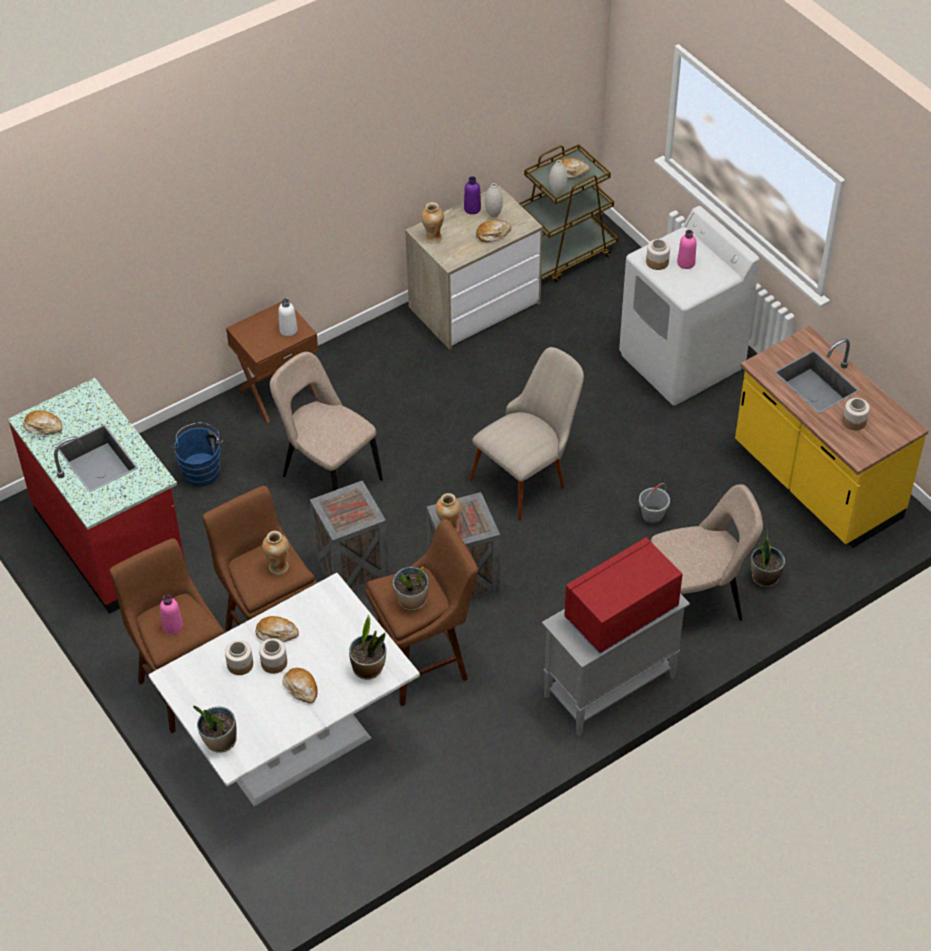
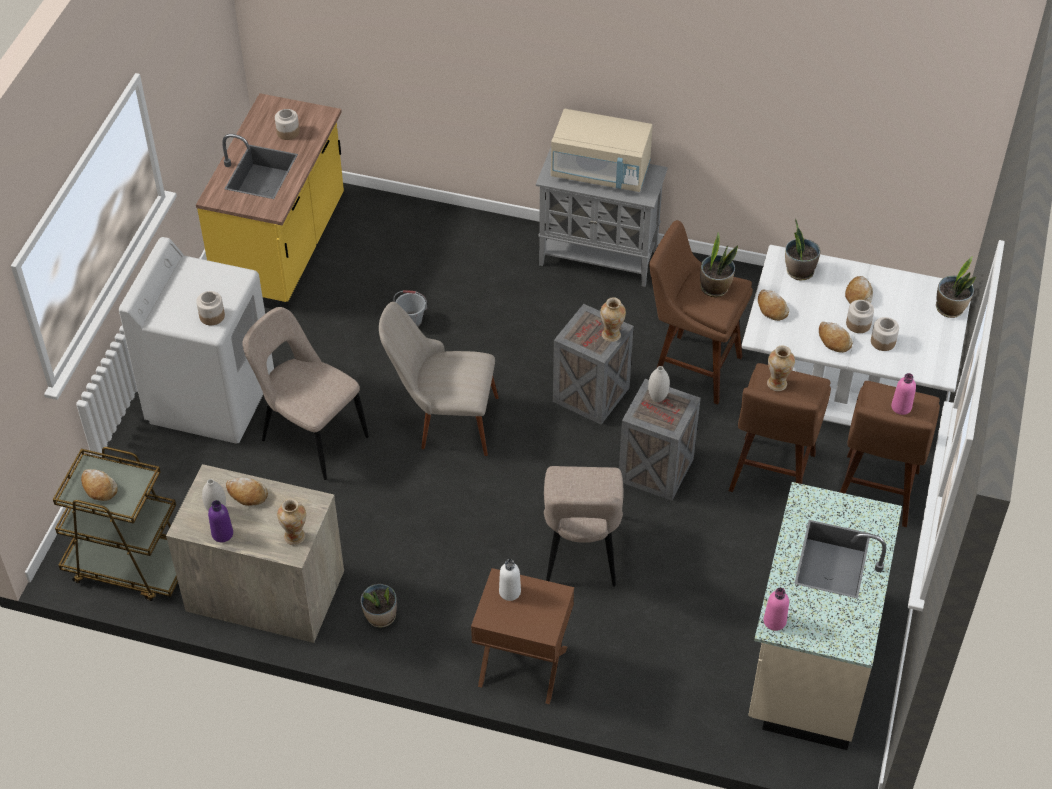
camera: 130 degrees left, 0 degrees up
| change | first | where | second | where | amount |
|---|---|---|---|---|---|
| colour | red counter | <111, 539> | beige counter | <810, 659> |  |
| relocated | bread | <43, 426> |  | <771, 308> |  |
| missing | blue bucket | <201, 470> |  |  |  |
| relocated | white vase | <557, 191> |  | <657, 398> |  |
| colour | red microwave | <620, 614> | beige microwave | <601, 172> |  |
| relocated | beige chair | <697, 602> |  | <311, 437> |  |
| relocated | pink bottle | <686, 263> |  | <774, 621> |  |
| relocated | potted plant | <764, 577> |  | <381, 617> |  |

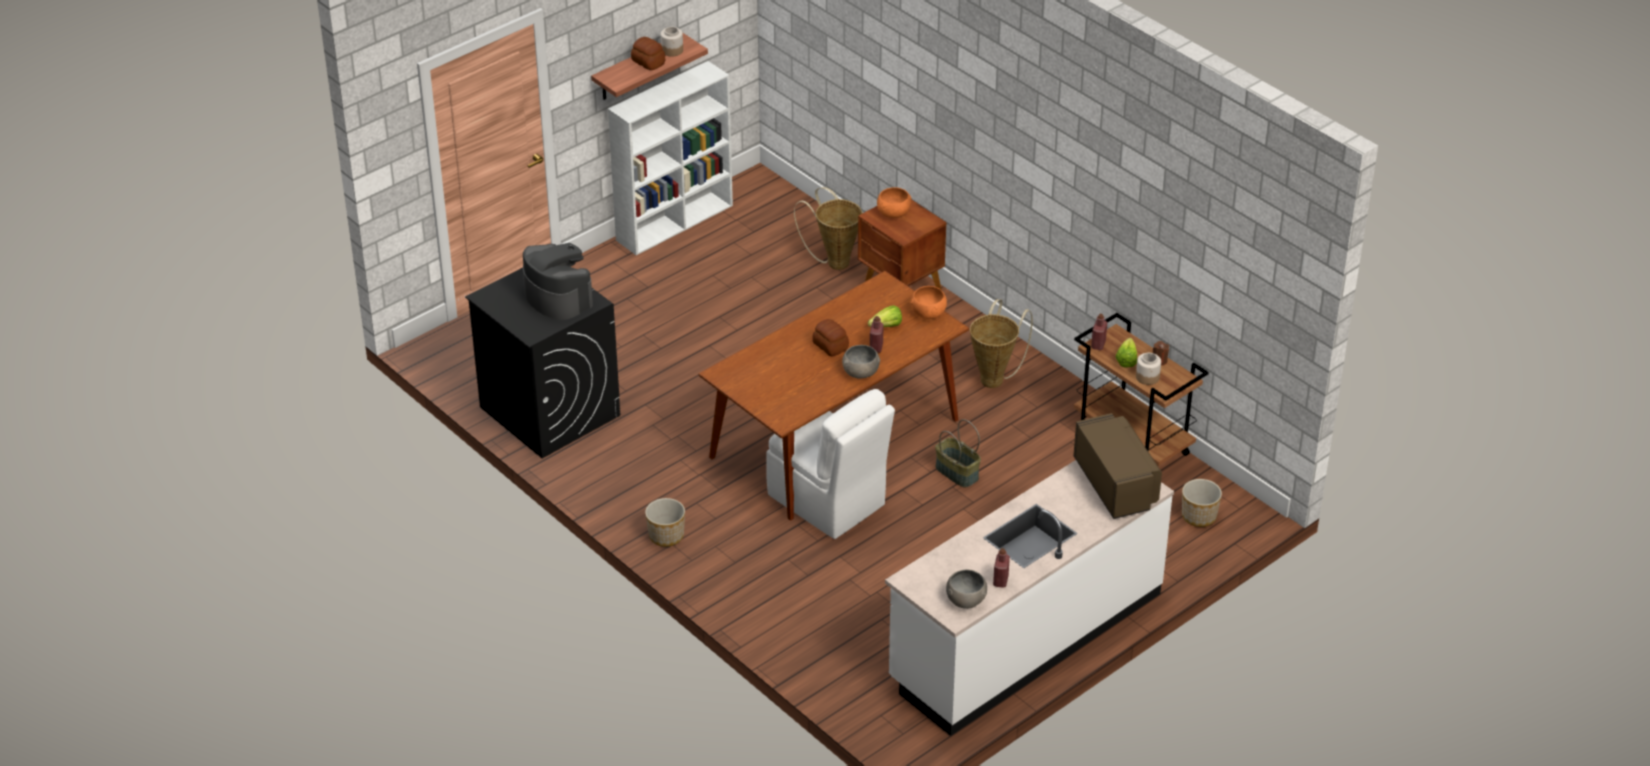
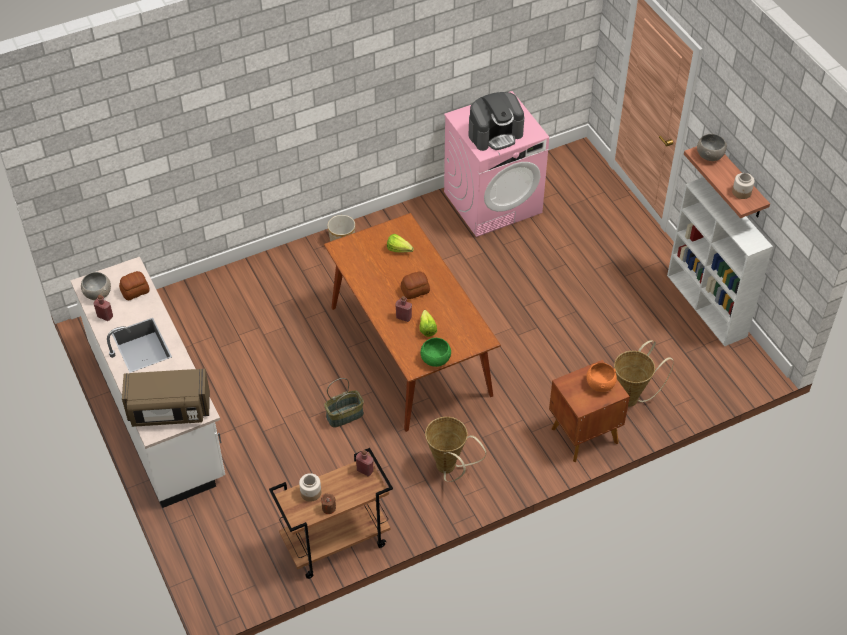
camera: 105 degrees right, 10 degrees up
| change | first | where | second | where | amount |
|---|---|---|---|---|---|
| colour | black washing machine | <549, 411> | pink washing machine | <493, 202> |  |
| relocated | bread | <648, 62> |  | <135, 291> |  |
| missing | white chair | <828, 502> |  |  |  |
| relocated | grey bowl | <861, 372> |  | <709, 155> |  |
| colour | orange bowl | <928, 312> | green bowl | <435, 359> |  |
| relocated | lettuce | <1127, 358> |  | <400, 251> |  |
| missing | planter | <1199, 516> |  |  |  |

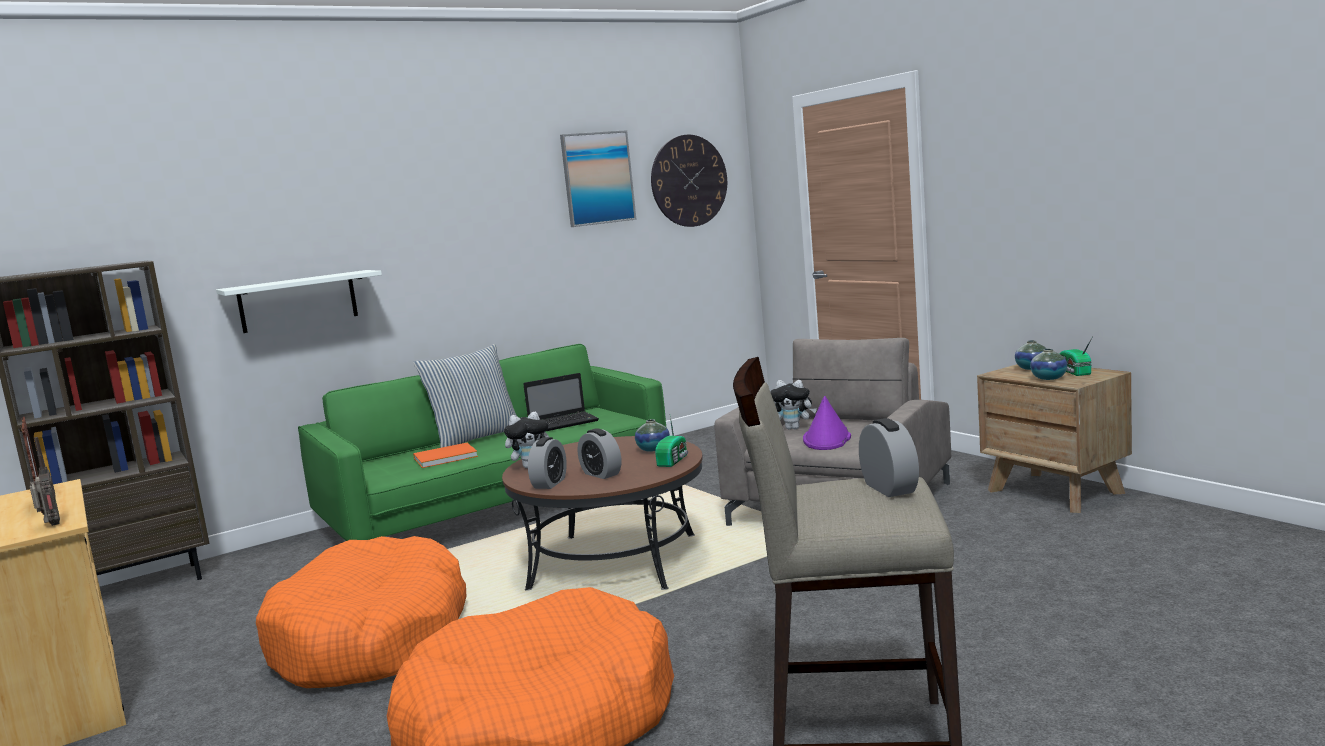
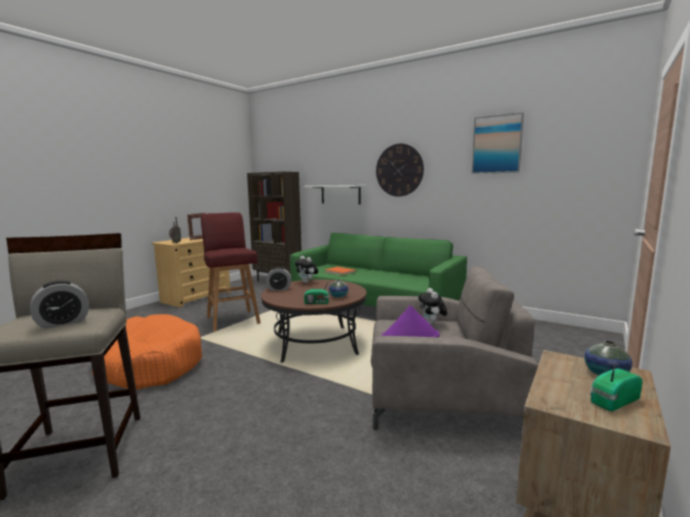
camera: 65 degrees right, 0 degrees up
| change | first | where | second | where | amount |
|---|---|---|---|---|---|
| exchanged | orange dog bed | <371, 639> | red stool | <233, 320> |  |
| missing | pillow | <475, 438> |  |  |  |
| missing | laptop | <564, 423> |  |  |  |
| missing | alarm clock | <601, 474> |  |  |  |
| relocated | wall clock | <689, 181> |  | <399, 170> |  |
| missing | vase | <1048, 378> |  |  |  |

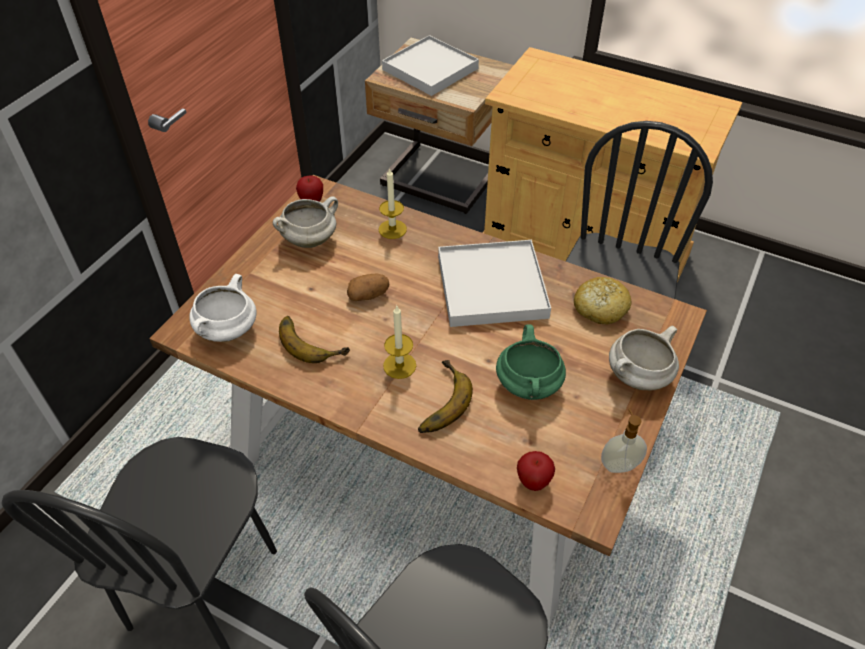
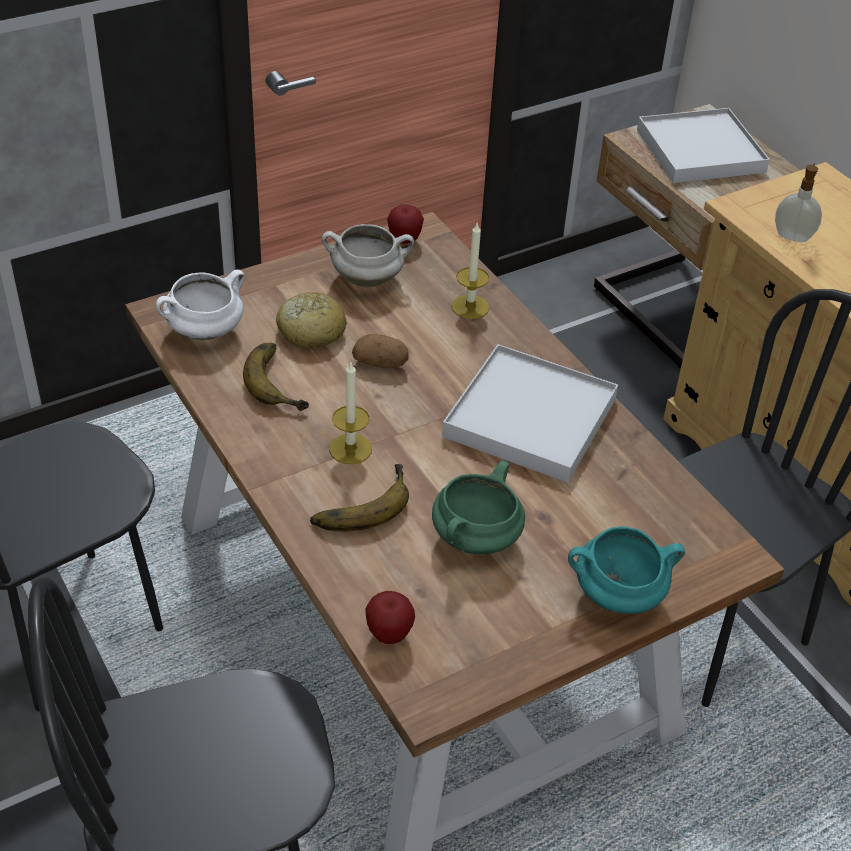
camera: 30 degrees right, 5 degrees down
| change | first | where | second | where | amount |
|---|---|---|---|---|---|
| relocated | bread | <600, 308> |  | <310, 331> |  |
| relocated | soap dispenser | <619, 464> |  | <792, 236> |  |
| colour | white cooking pot | <638, 377> | turquoise cooking pot | <617, 595> |  |

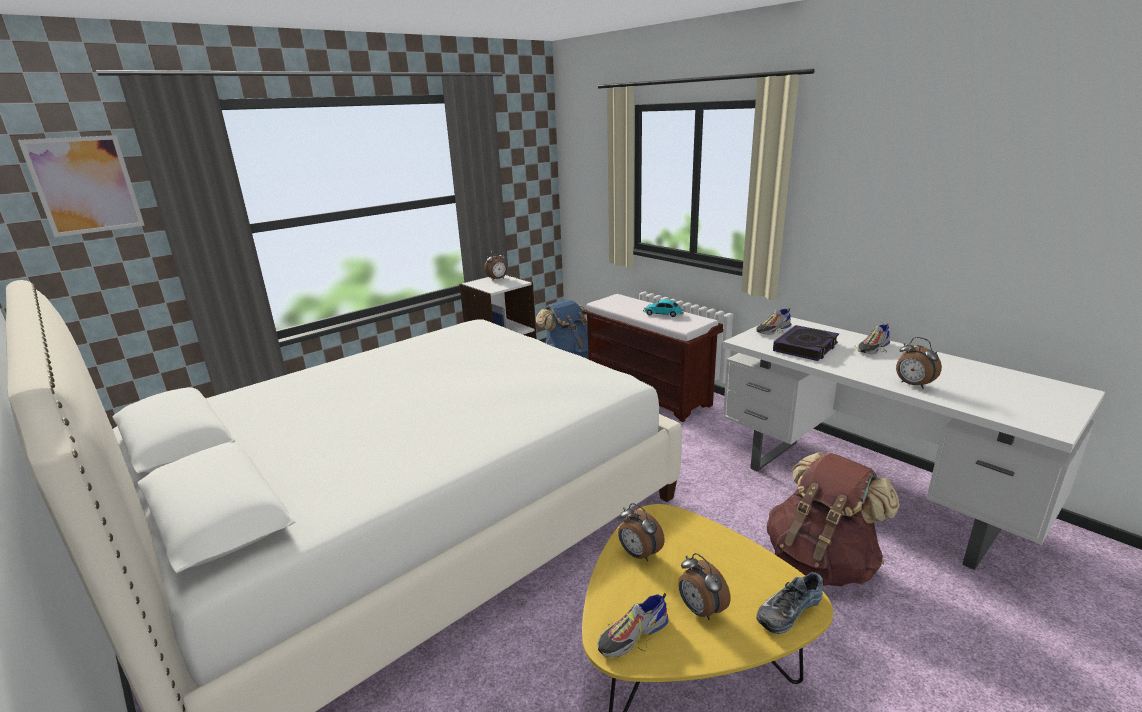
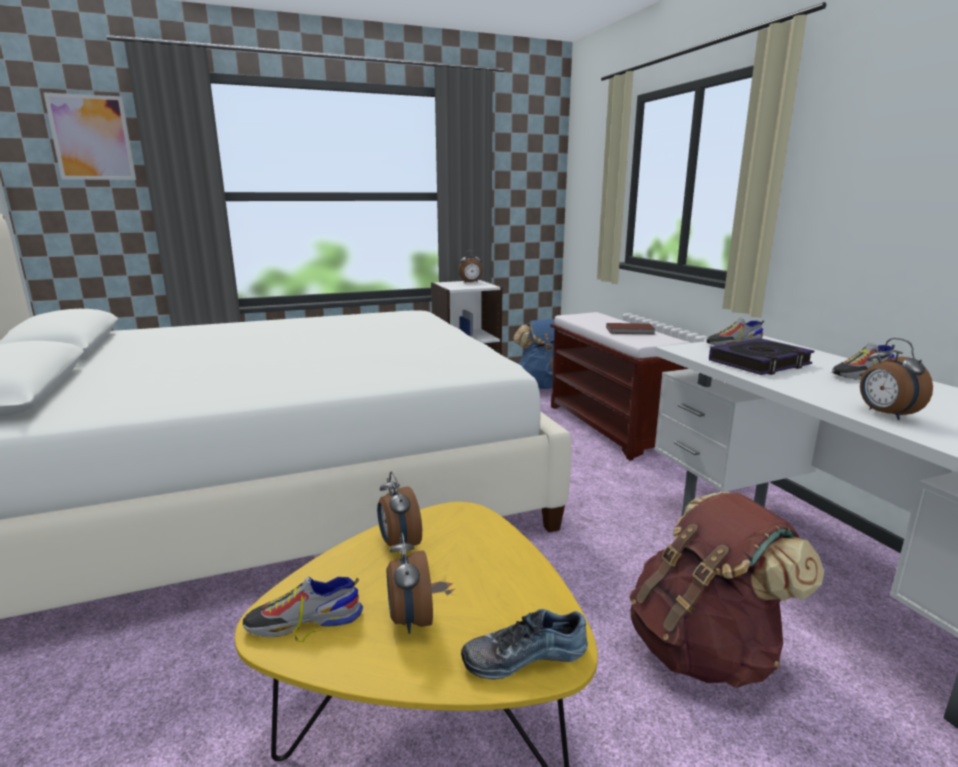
camera: 20 degrees right, 5 degrees down
| change | first | where | second | where | amount |
|---|---|---|---|---|---|
| exchanged | toy car | <664, 314> | brown book | <631, 331> |  |

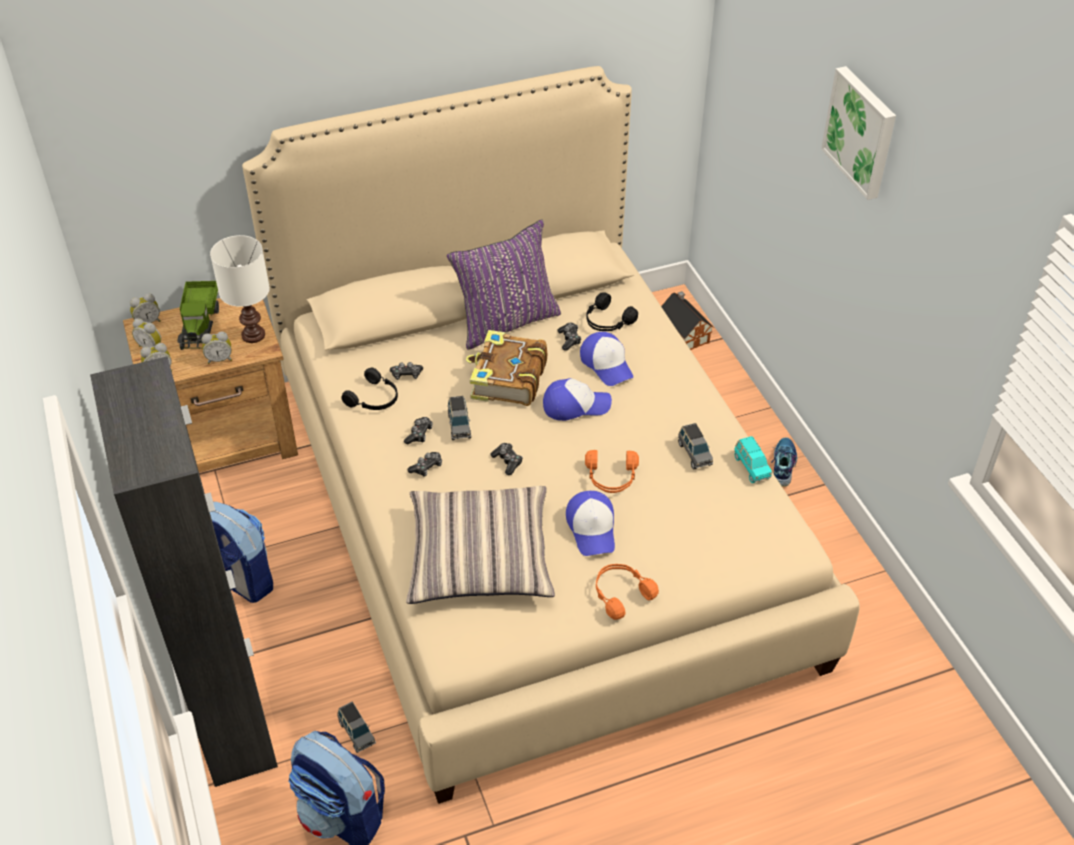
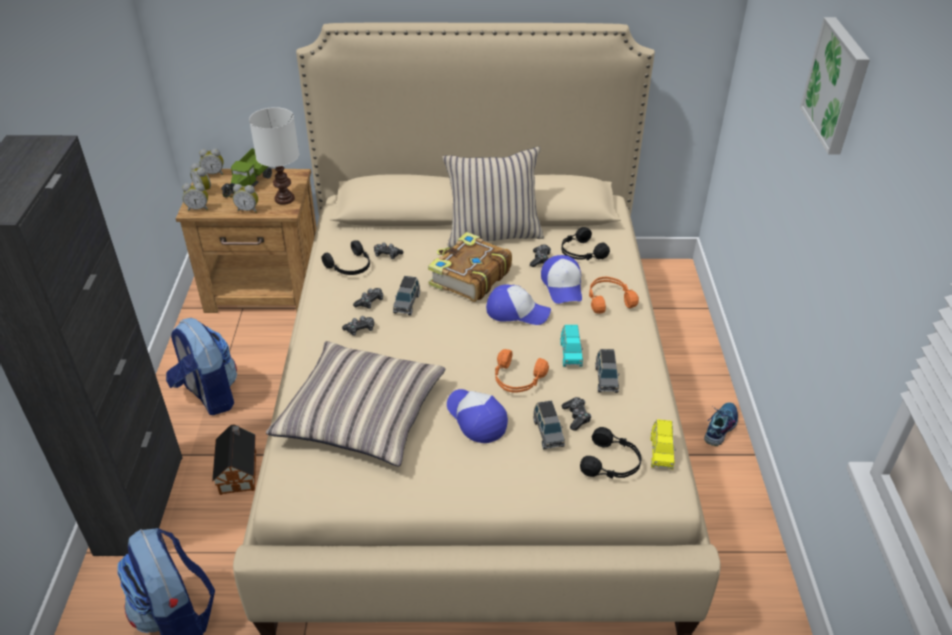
camera: 20 degrees right, 5 degrees down
| change | first | where | second | where | amount |
|---|---|---|---|---|---|
| relocated | grey toy car | <356, 732> |  | <548, 433> |  |
| colour | purple pillow | <506, 322> | beige pillow | <493, 234> |  |
| relocated | game controller | <507, 461> |  | <576, 417> |  |
| spun | cap | <592, 528> |  | <476, 418> | 135 degrees clockwise |
| relocated | orange headphones | <621, 594> |  | <608, 300> |  |
| relocated | toy house | <683, 333> |  | <239, 470> |  |
| relocated | turquoise toy car | <751, 467> |  | <571, 354> |  |
| appeared |  |  | black headphones | <611, 463> |  |
| appeared |  |  | yellow toy car | <661, 452> |  |

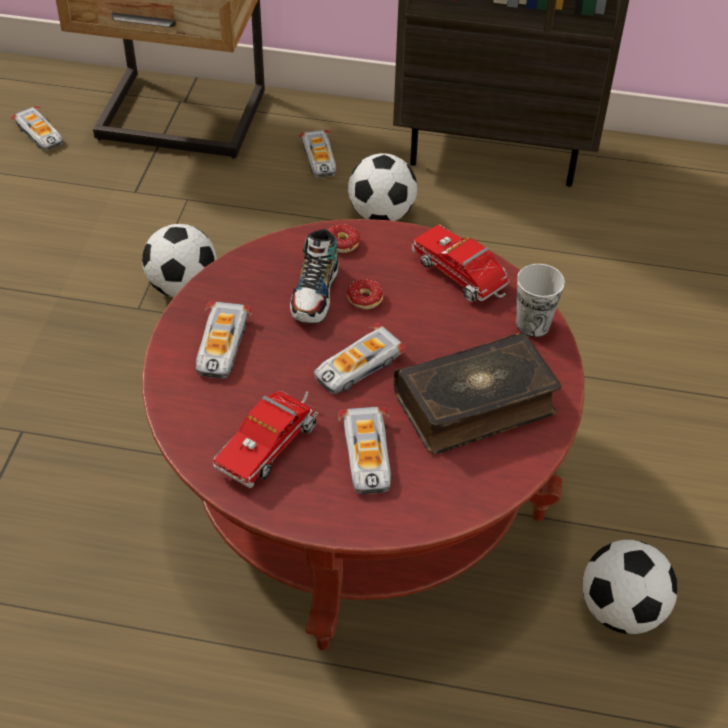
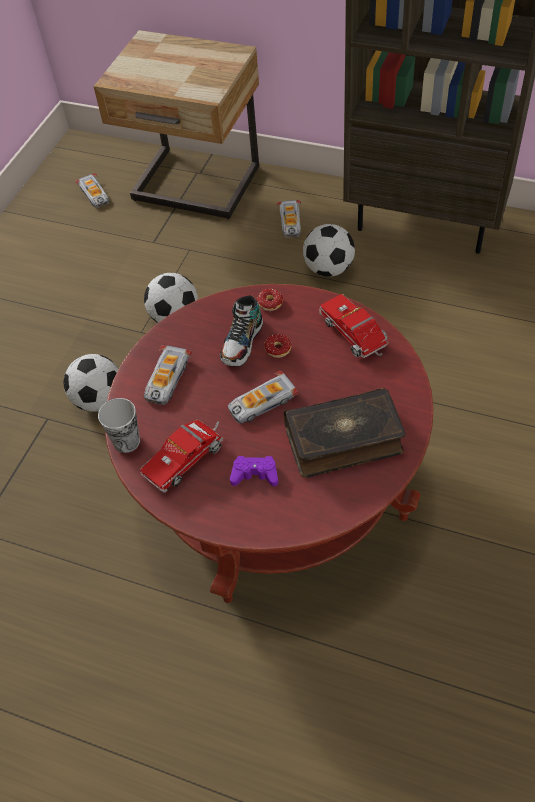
camera: 15 degrees right, 5 degrees up
| change | first | where | second | where | amount |
|---|---|---|---|---|---|
| exchanged | toy car | <367, 456> | purple game controller | <255, 474> |  |
| relocated | cup | <532, 324> |  | <126, 441> |  |
| relocated | football | <621, 610> |  | <99, 400> |  |

